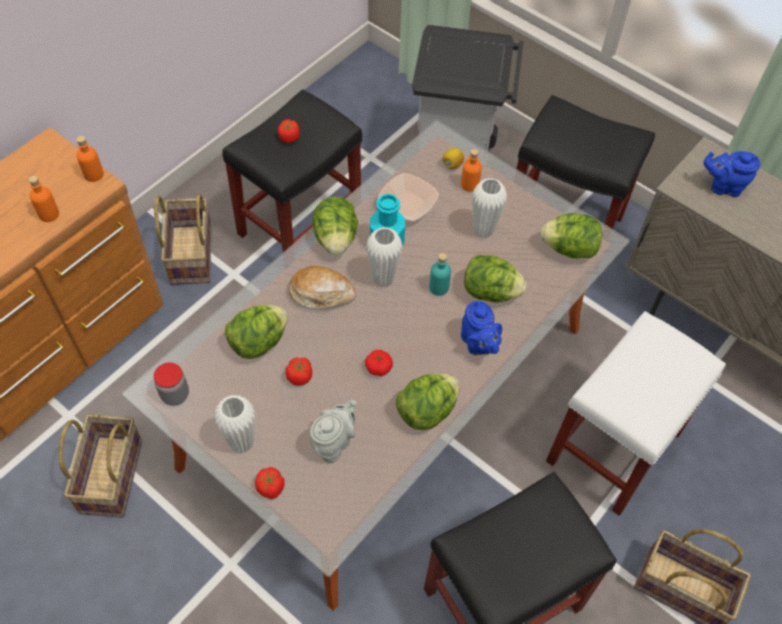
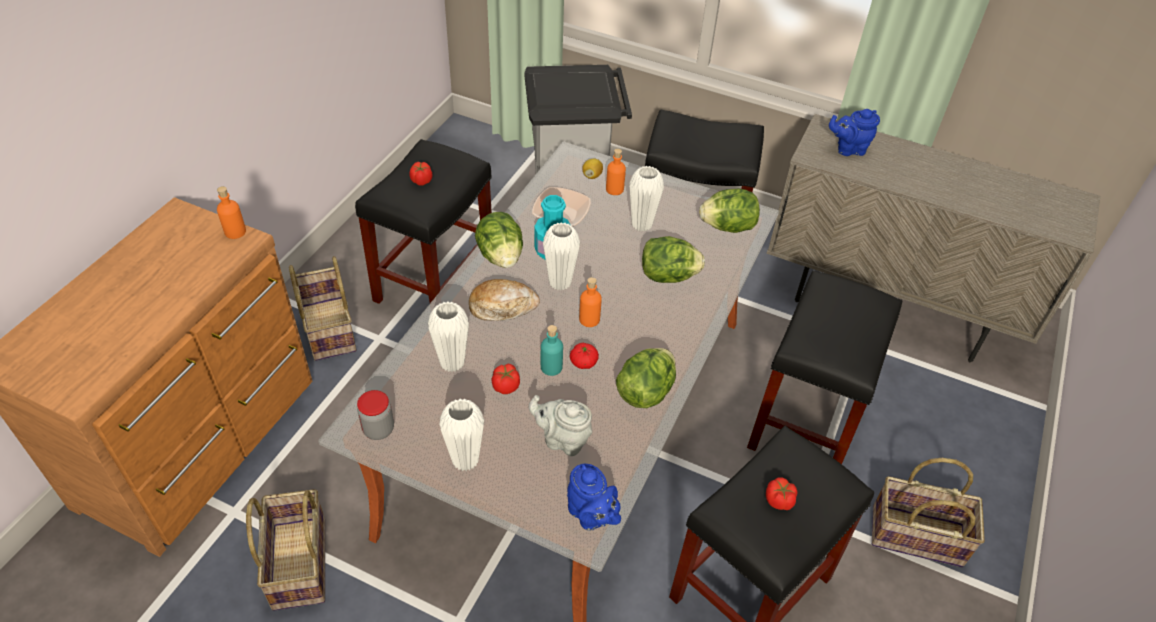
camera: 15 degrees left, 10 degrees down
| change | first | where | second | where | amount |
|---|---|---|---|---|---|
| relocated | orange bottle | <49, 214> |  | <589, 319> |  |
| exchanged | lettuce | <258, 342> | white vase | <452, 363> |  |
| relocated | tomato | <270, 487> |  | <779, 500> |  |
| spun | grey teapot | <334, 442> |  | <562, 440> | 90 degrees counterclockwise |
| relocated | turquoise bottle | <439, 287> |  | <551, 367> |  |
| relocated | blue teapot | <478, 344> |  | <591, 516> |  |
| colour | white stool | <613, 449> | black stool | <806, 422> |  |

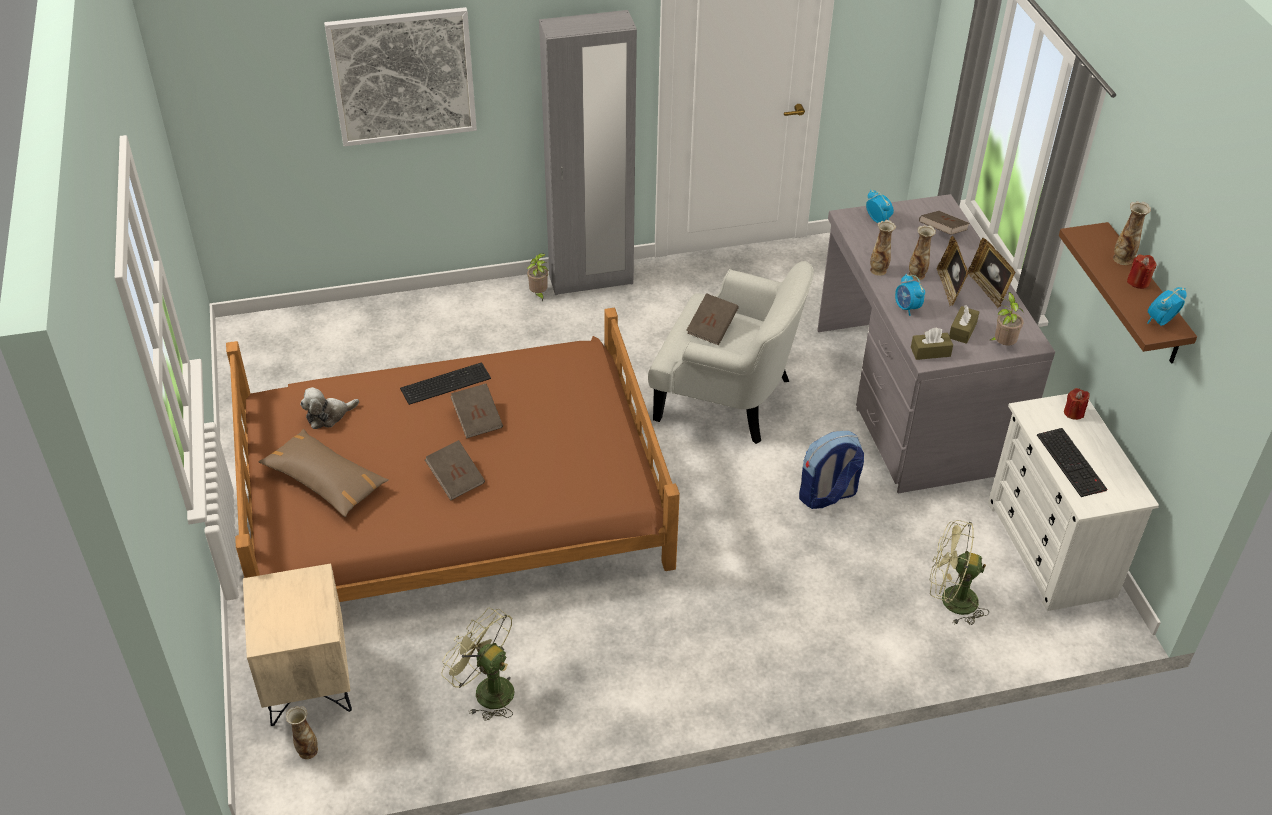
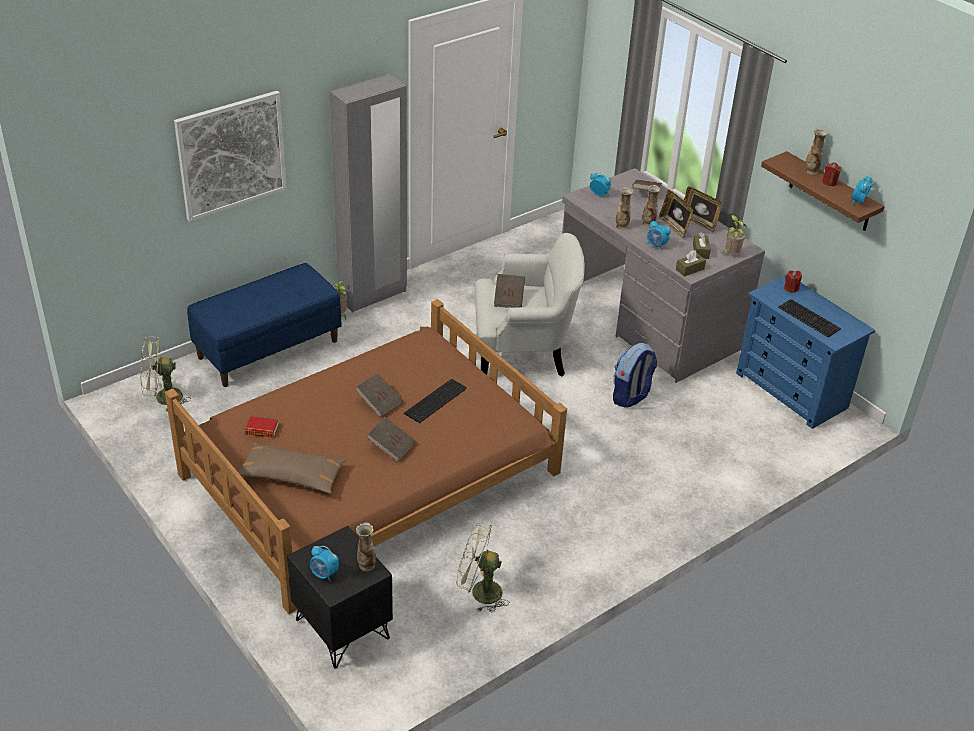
camera: 25 degrees left, 5 degrees down
| change | first | where | second | where | amount |
|---|---|---|---|---|---|
| colour | beige nightstand | <307, 681> | black nightstand | <341, 629> |  |
| relocated | vase | <307, 751> |  | <366, 565> |  |
| exchanged | plush toy | <328, 415> | book | <262, 430> |  |
| relocated | keyboard | <444, 383> |  | <434, 400> |  |
| relocated | green fan | <950, 600> |  | <162, 398> |  |
| colour | white dresser | <1051, 549> | blue dresser | <791, 391> |  |
| appeared |  |  | blue bench | <268, 348> |  |
| appeared |  |  | alarm clock | <324, 574> |  |

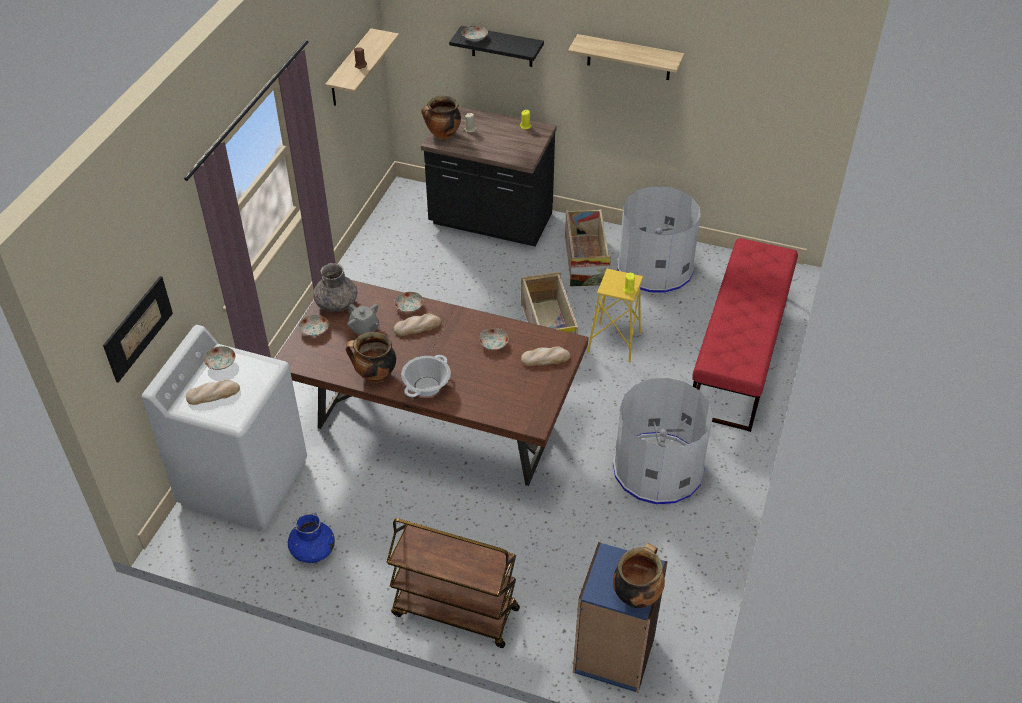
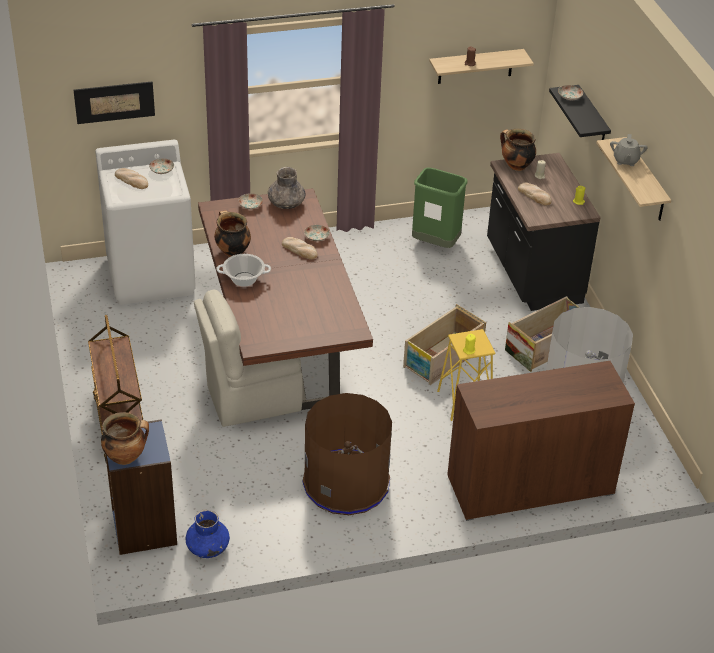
camera: 55 degrees right, 5 degrees down
| change | first | where | second | where | amount |
|---|---|---|---|---|---|
| relocated | blue vase | <313, 550> |  | <207, 547> |  |
| relocated | grey teapot | <364, 329> |  | <625, 160> |  |
| missing | plate | <493, 343> |  |  |  |
| relocated | bread | <545, 358> |  | <534, 195> |  |
| colour | grey trash can | <658, 470> | brown trash can | <346, 483> |  |
| exchanged | red bench | <739, 353> | brown cabinet | <530, 485> |  |
| appeared |  |  | beige chair | <251, 398> |  |
| appeared |  |  | green trash can | <435, 244> |  |

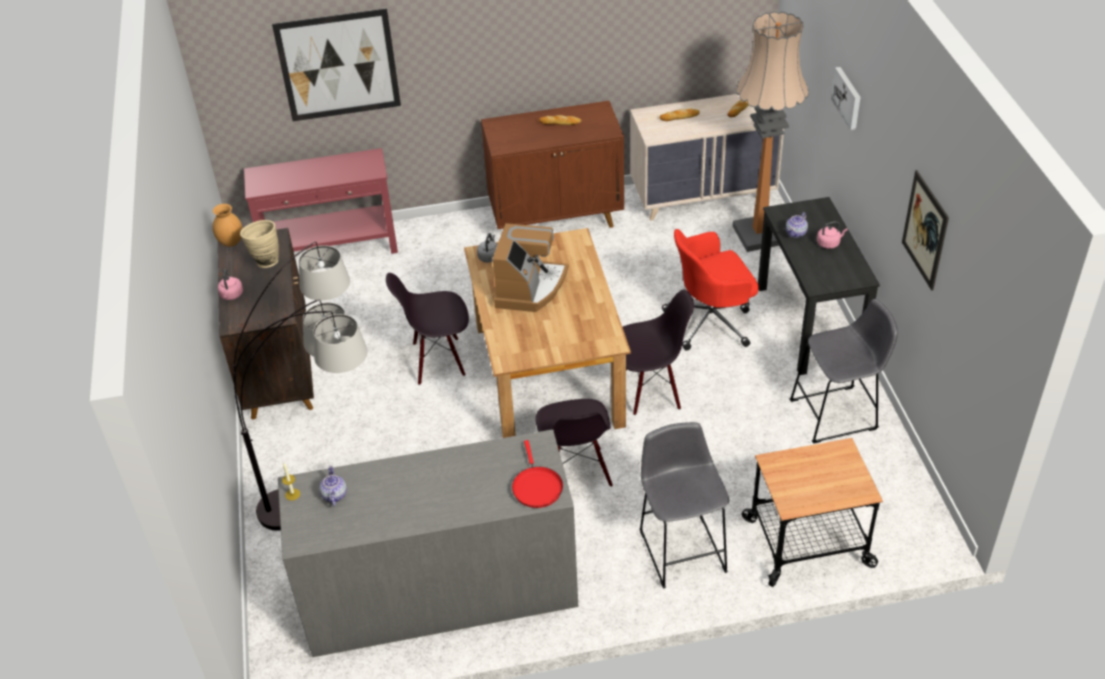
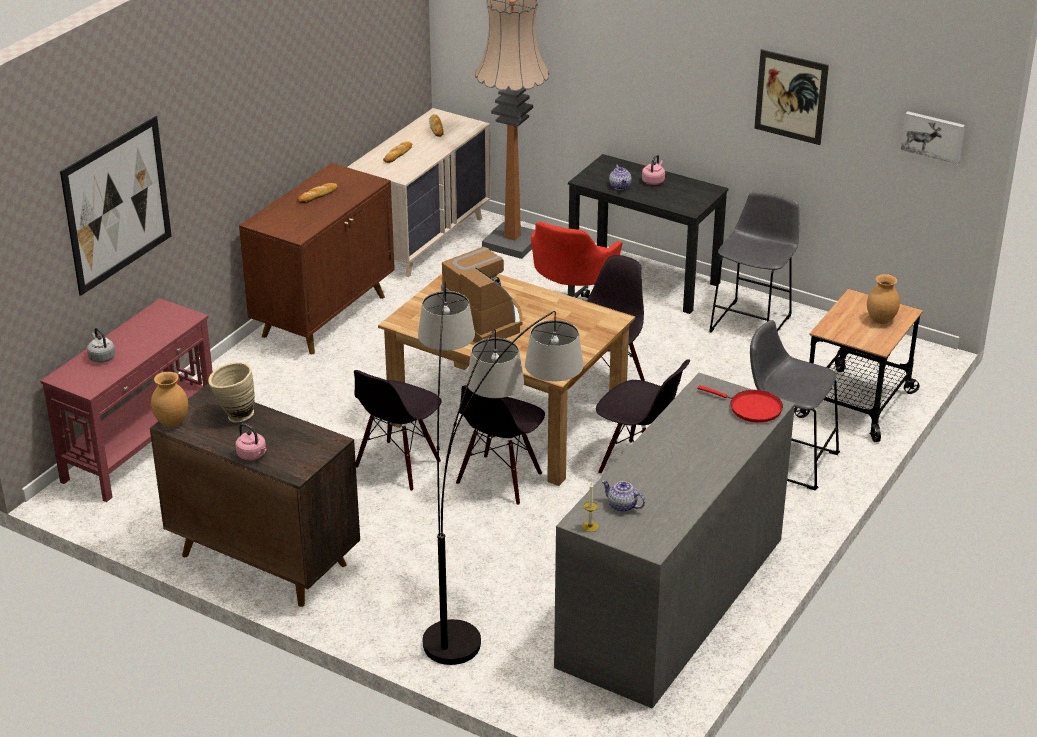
camera: 50 degrees left, 10 degrees down
| change | first | where | second | where | amount |
|---|---|---|---|---|---|
| relocated | grey kettle | <489, 256> |  | <101, 357> |  |
| relocated | picture | <848, 97> |  | <933, 136> |  |
| appeared |  |  | black chair | <500, 480> |  |
| appeared |  |  | brown vase | <880, 320> |  |

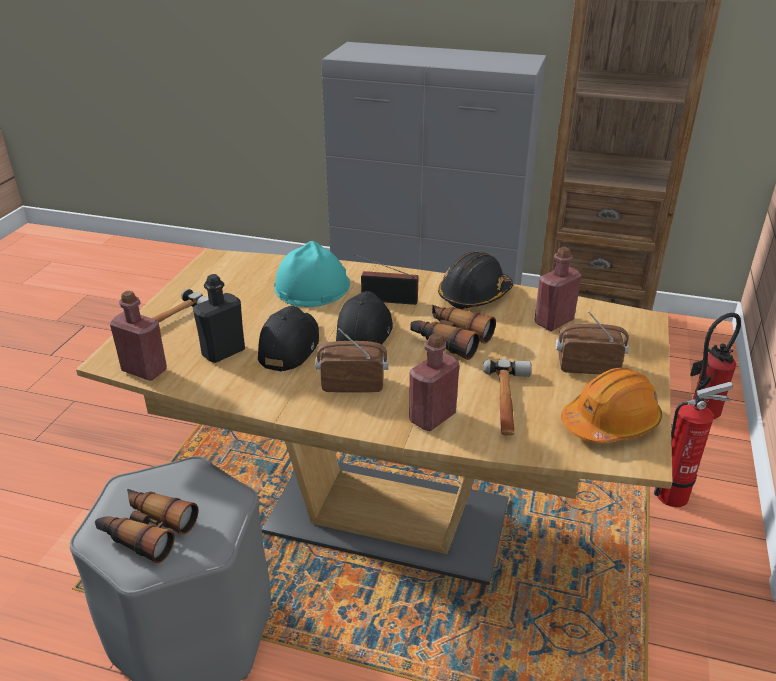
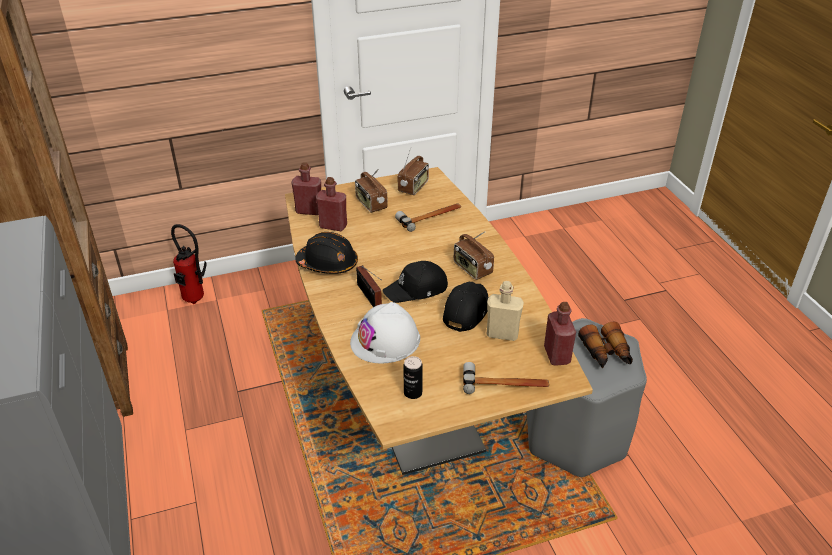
camera: 125 degrees left, 5 degrees up
| change | first | where | second | where | amount |
|---|---|---|---|---|---|
| colour | black bottle | <223, 352> | beige bottle | <502, 334> |  |
| spun | black cap | <289, 346> |  | <466, 310> | 135 degrees clockwise |
| colour | turquoise hard hat | <312, 286> | white hard hat | <385, 340> |  |
| relocated | red bottle | <432, 417> |  | <309, 211> |  |
| missing | binoculars | <450, 339> |  |  |  |
| exchanged | orange hard hat | <610, 423> | radio | <414, 187> |  |
| missing | fire extinguisher | <676, 495> |  |  |  |
| appeared |  |  | can | <413, 393> |  |

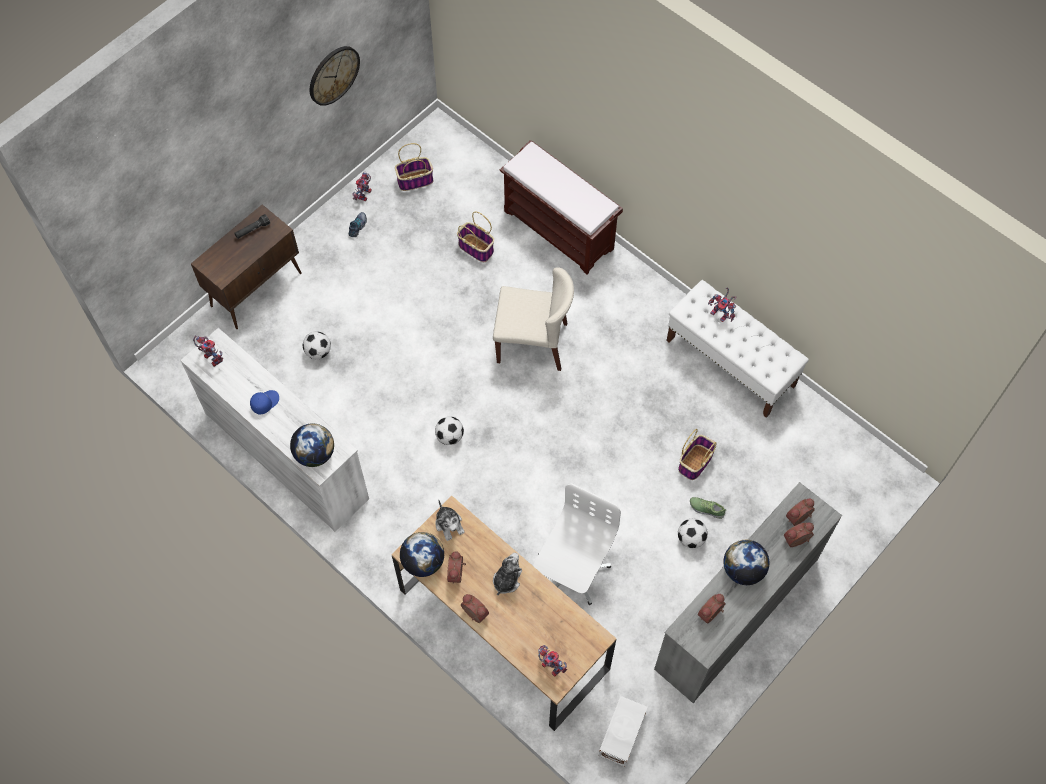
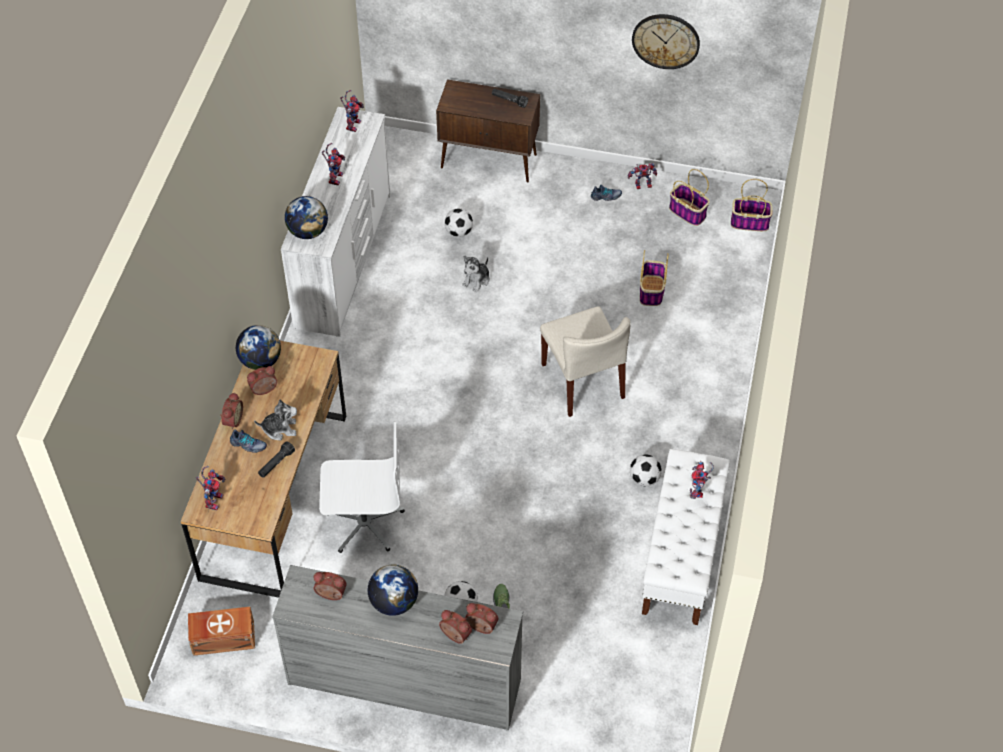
camera: 60 degrees right, 10 degrees down
| change | first | where | second | where | amount |
|---|---|---|---|---|---|
| exchanged | blue cap | <265, 402> | toy robot | <334, 177> |  |
| relocated | football | <450, 436> |  | <644, 479> |  |
| relocated | plush toy | <449, 524> |  | <477, 280> |  |
| missing | brown bench | <560, 230> |  |  |  |
| colour | white storage box | <620, 735> | brown storage box | <222, 637> |  |
| relocated | basket | <695, 461> |  | <750, 222> |  |
| appeared |  |  | shoe | <248, 445> |  |
| appeared |  |  | black flashlight | <276, 464> |  |

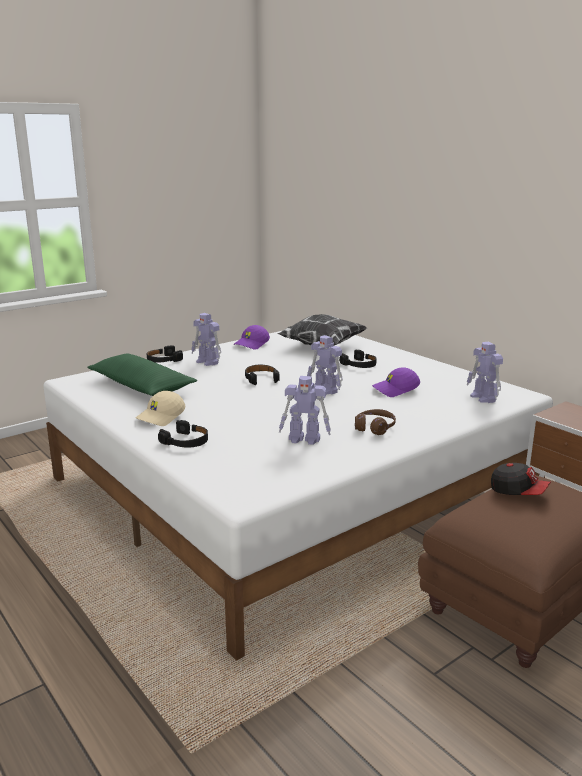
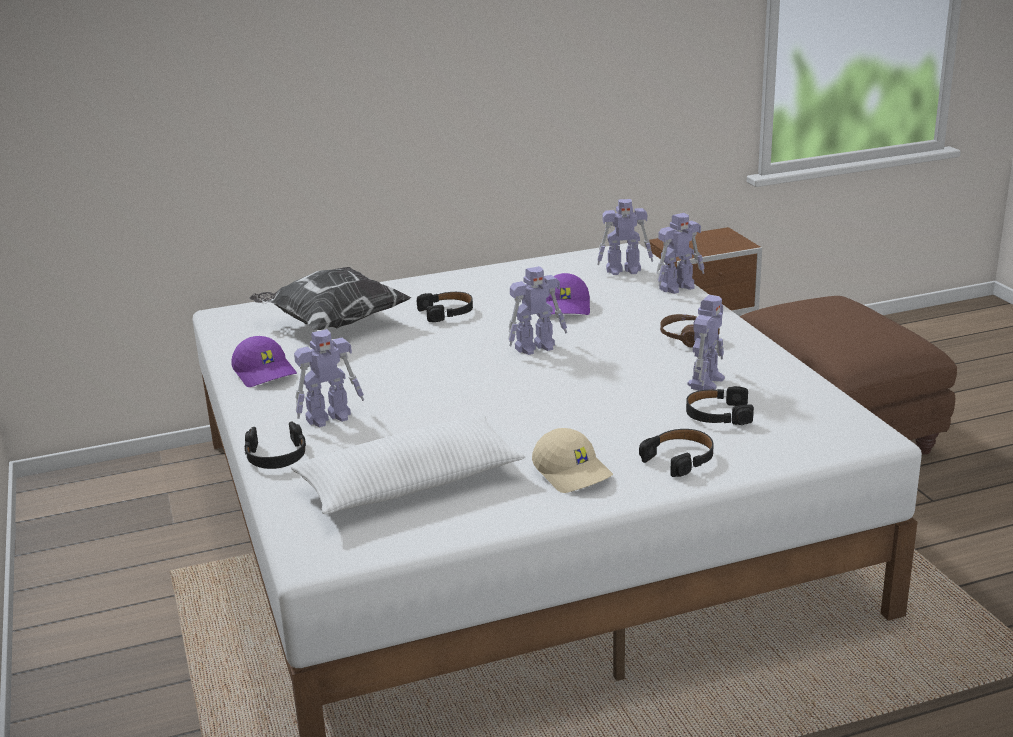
camera: 70 degrees left, 5 degrees up
| change | first | where | second | where | amount |
|---|---|---|---|---|---|
| colour | green pillow | <141, 386> | white pillow | <410, 483> |  |
| relocated | black headphones | <261, 378> |  | <718, 414> |  |
| missing | cap | <518, 492> |  |  |  |
| appeared |  |  | toy robot | <678, 287> |  |

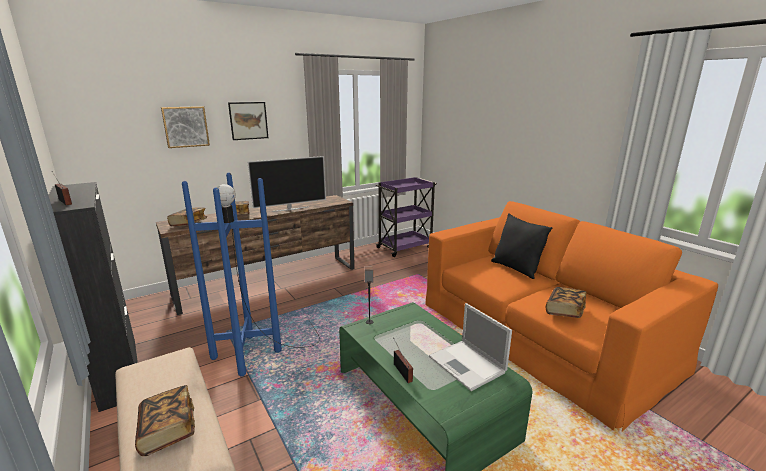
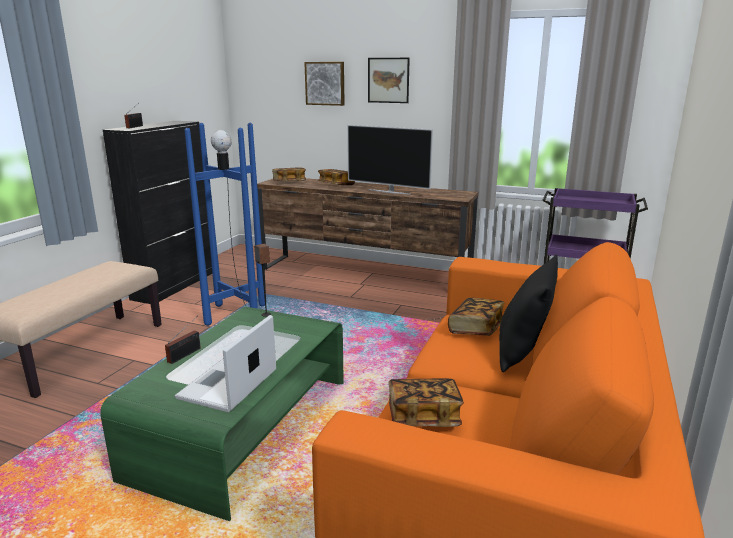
camera: 55 degrees right, 0 degrees up
| change | first | where | second | where | amount |
|---|---|---|---|---|---|
| relocated | book | <168, 430> |  | <476, 329> |  |

